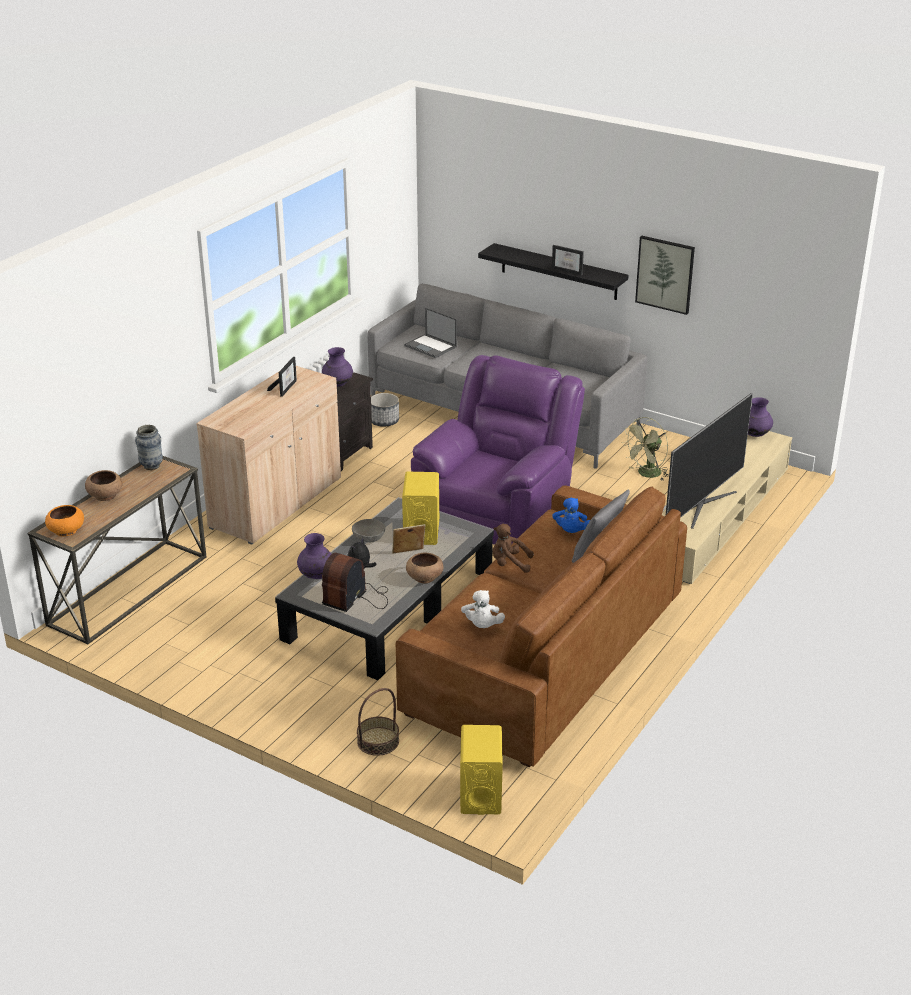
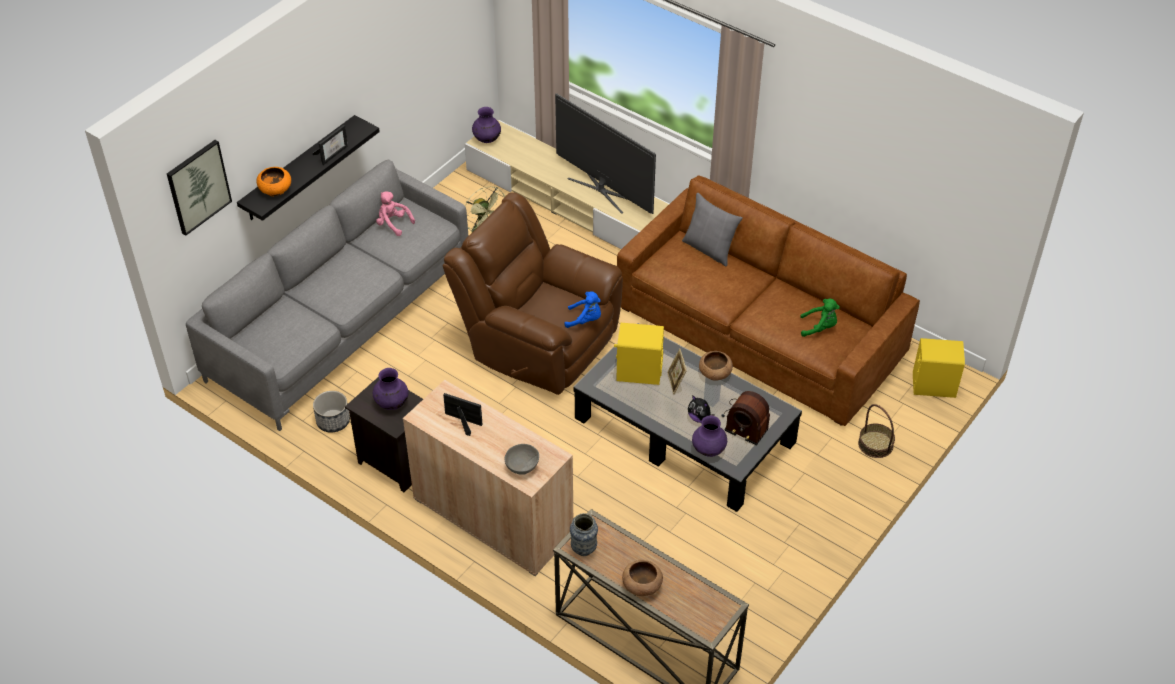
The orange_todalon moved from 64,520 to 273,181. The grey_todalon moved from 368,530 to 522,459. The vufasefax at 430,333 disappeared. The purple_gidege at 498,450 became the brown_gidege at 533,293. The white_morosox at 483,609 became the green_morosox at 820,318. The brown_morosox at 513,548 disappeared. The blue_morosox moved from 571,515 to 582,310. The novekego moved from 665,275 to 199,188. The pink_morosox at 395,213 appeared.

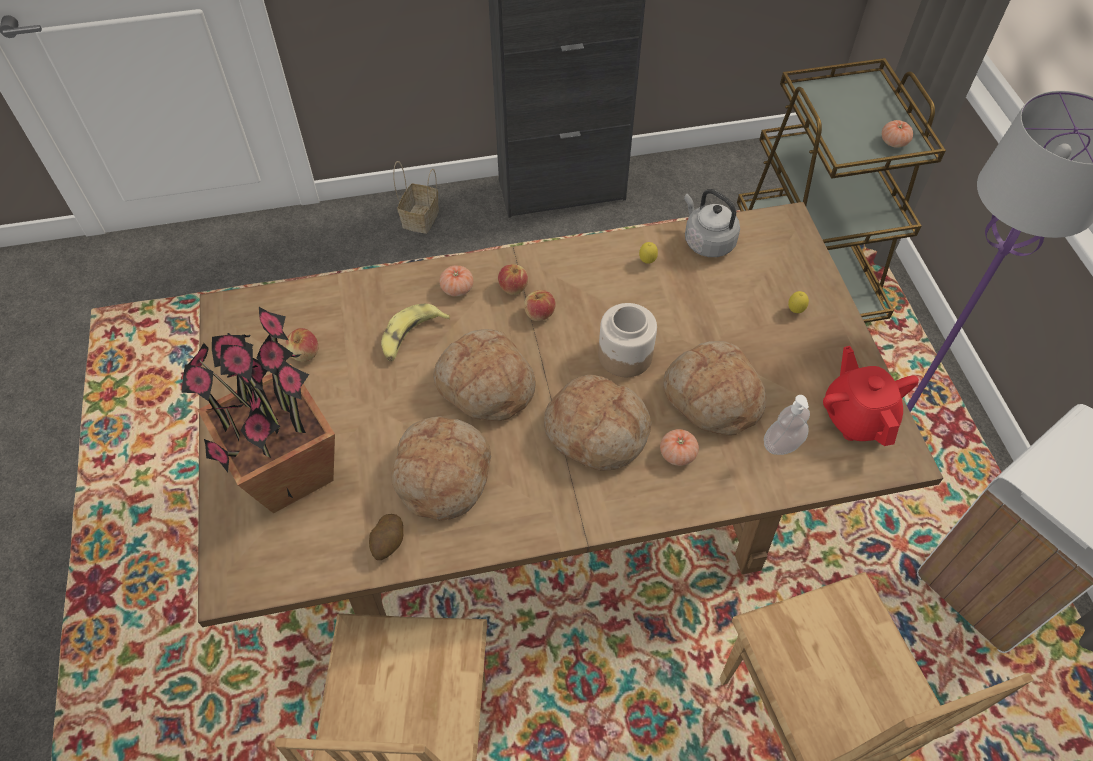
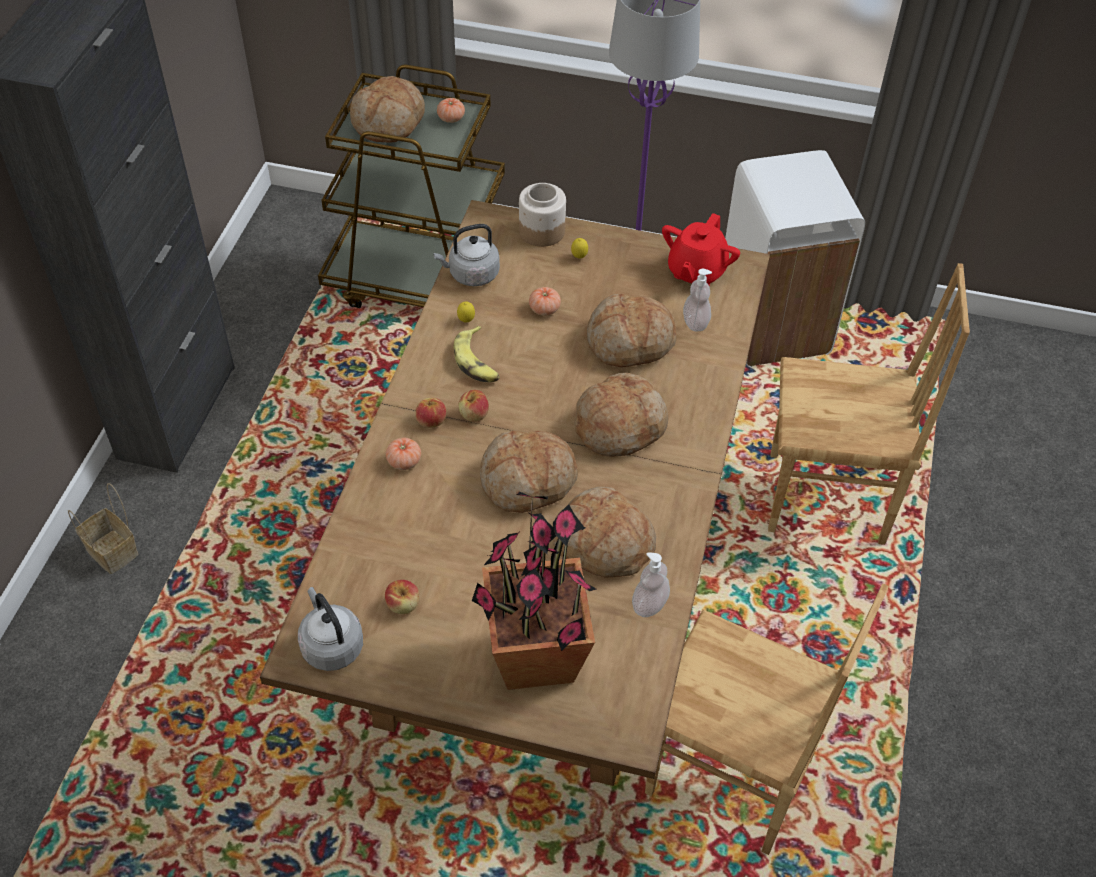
The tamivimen at 386,537 was replaced by the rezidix at 651,584. The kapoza moved from 415,332 to 477,354. The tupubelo moved from 627,340 to 542,215. The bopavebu moved from 679,447 to 545,301. The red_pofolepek at 871,396 turned 75 degrees counterclockwise. The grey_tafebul at 330,629 appeared. The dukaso at 387,109 appeared.

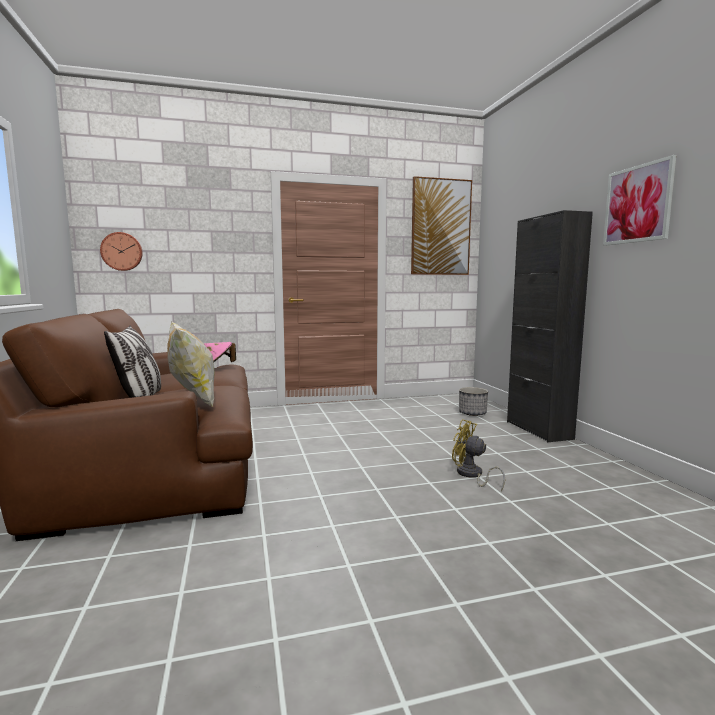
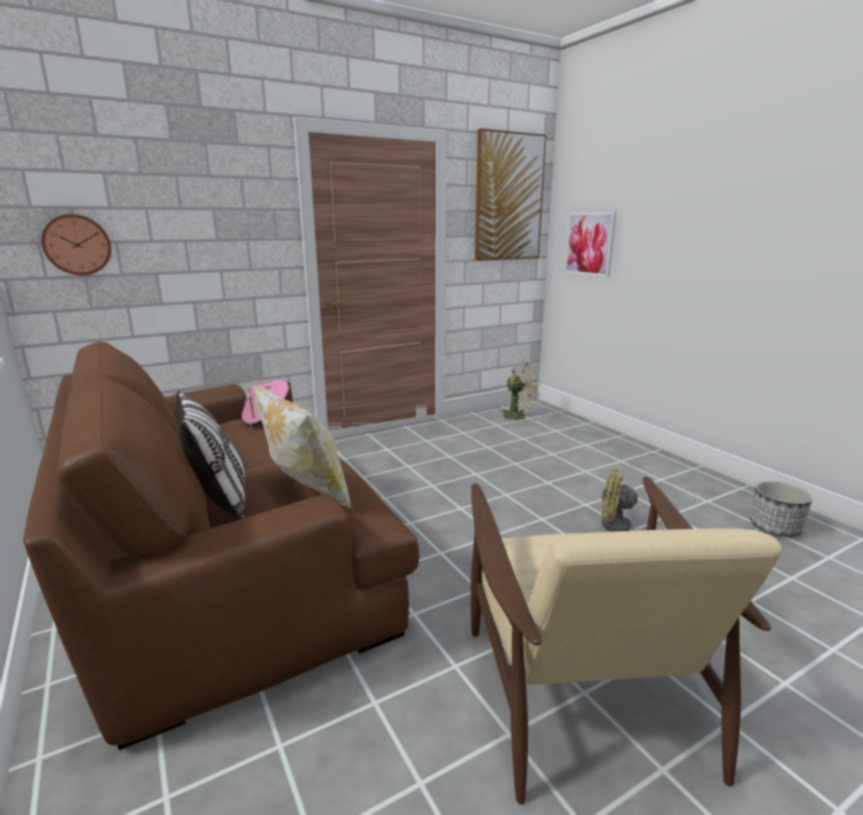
The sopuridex moved from 473,401 to 781,509. The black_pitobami at 550,326 disappeared. The novekego moved from 639,200 to 590,244. The beige_gidege at 626,640 appeared. The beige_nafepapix at 521,391 appeared.

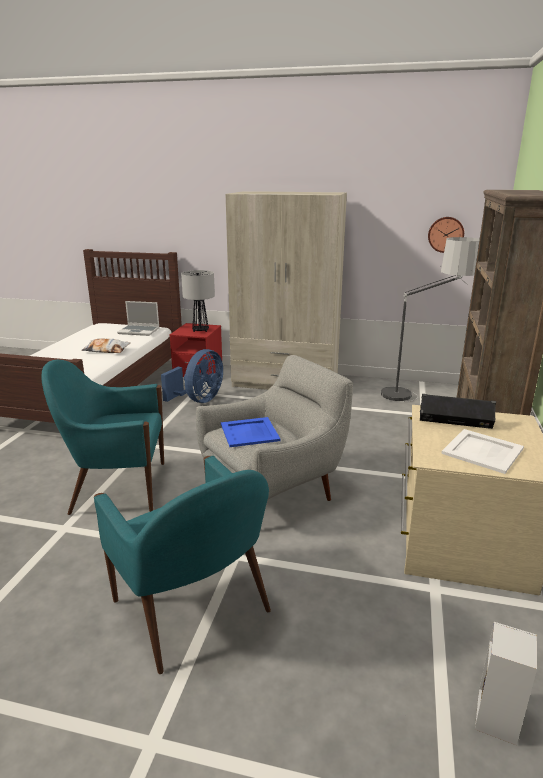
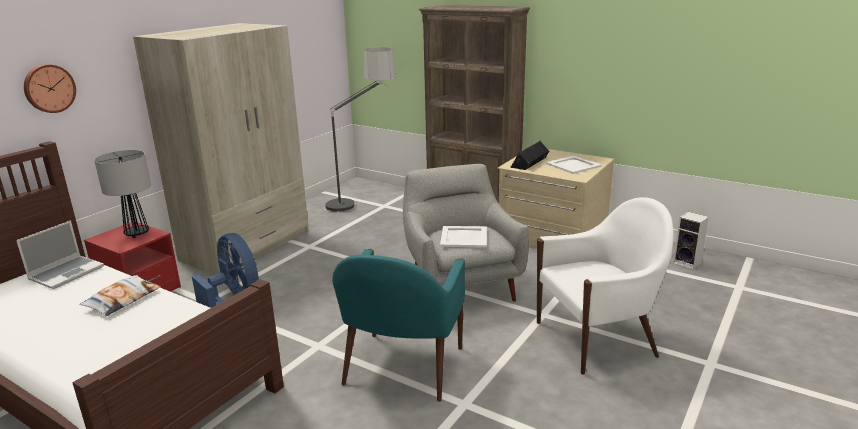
The turquoise_gidege at 182,565 became the white_gidege at 605,285. The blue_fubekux at 251,432 became the white_fubekux at 463,237. The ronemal moved from 446,235 to 50,88.

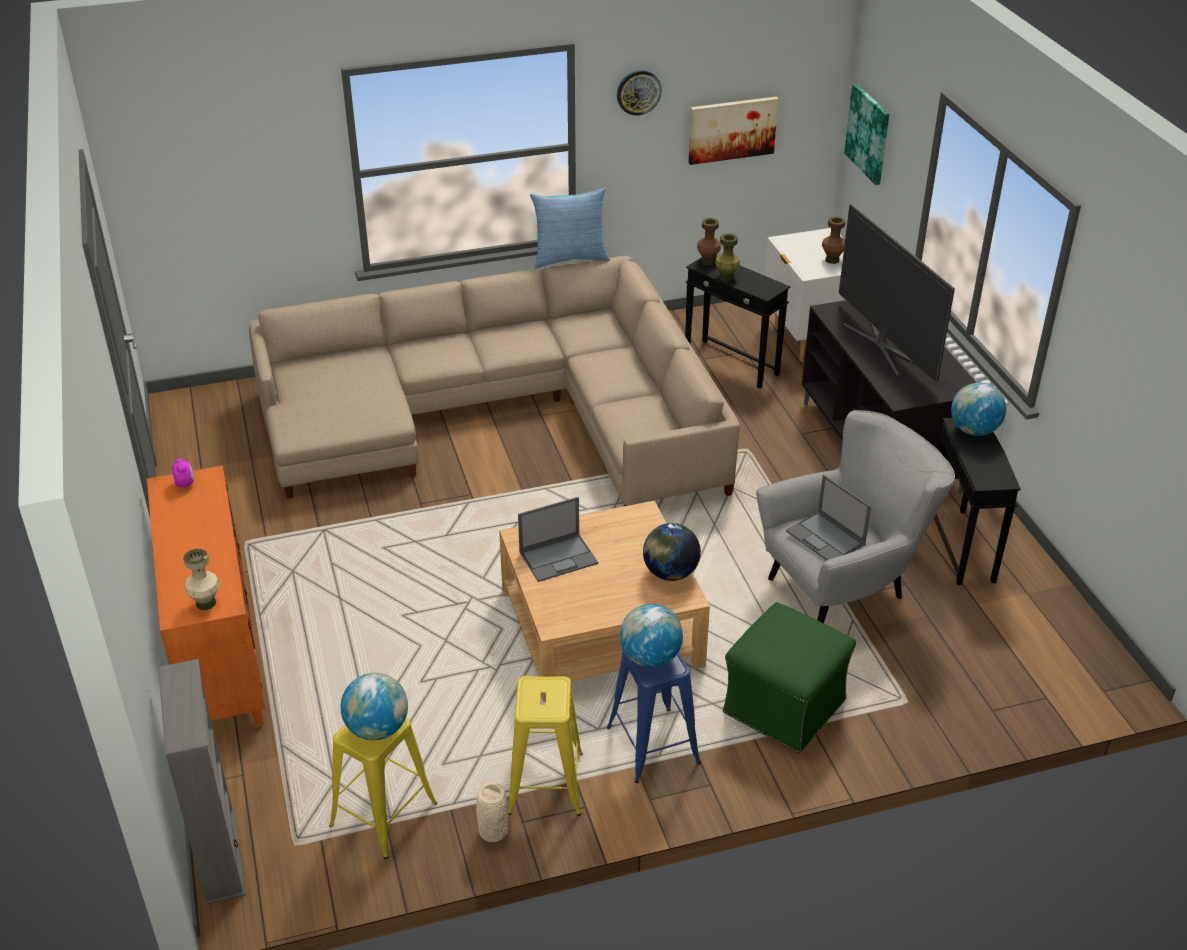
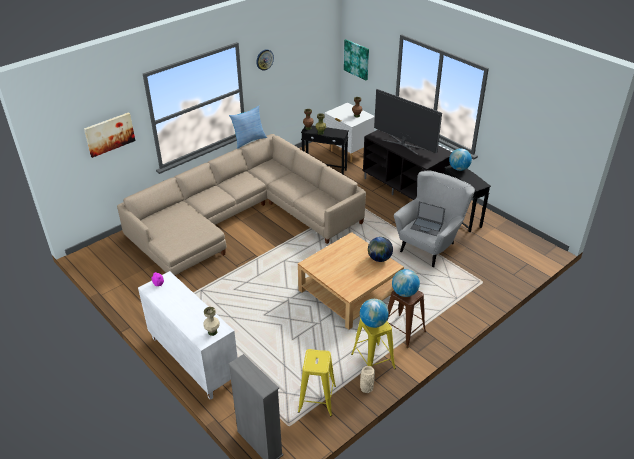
The orange_pitobami at 206,596 became the white_pitobami at 188,335. The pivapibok moved from 374,706 to 374,313. The vufasefax at 558,539 disappeared. The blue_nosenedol at 654,717 became the brown_nosenedol at 406,319. The novekego moved from 733,131 to 109,135. The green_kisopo at 789,677 disappeared.

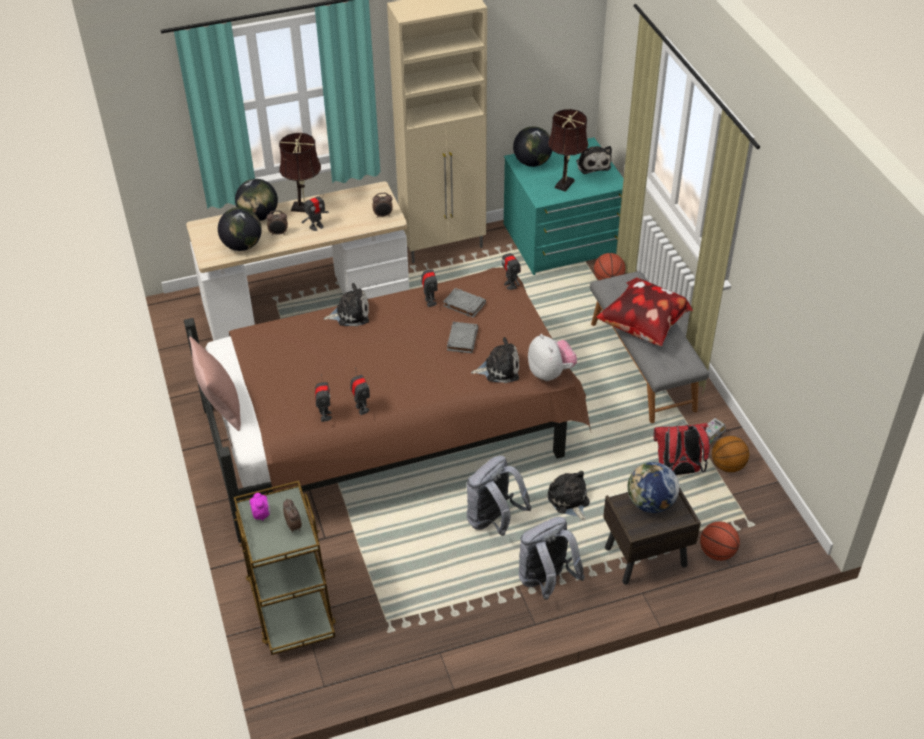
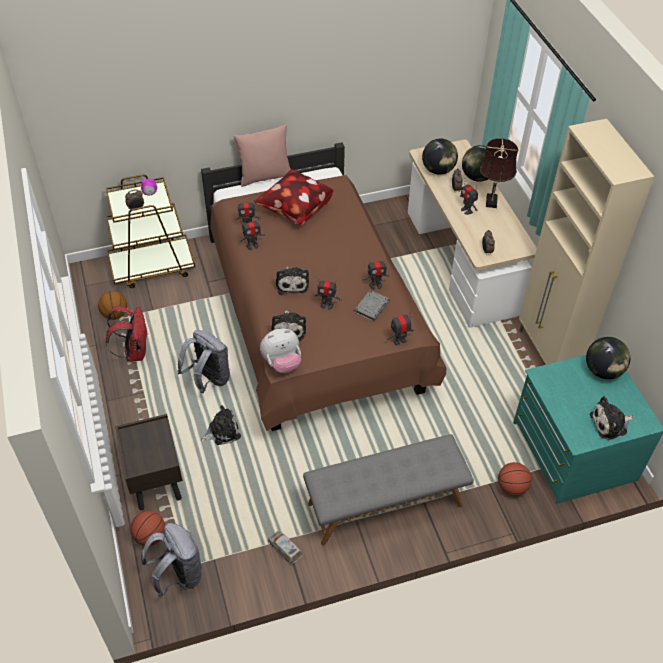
The morosox moved from 346,304 to 292,280. The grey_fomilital at 462,337 was replaced by the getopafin at 327,293. The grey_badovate moved from 552,558 to 172,560. The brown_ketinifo at 568,150 disappeared. The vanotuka moved from 644,311 to 293,197. The pivapibok at 653,487 disappeared. The red_badovate moved from 682,449 to 126,334. The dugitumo moved from 730,454 to 112,305.

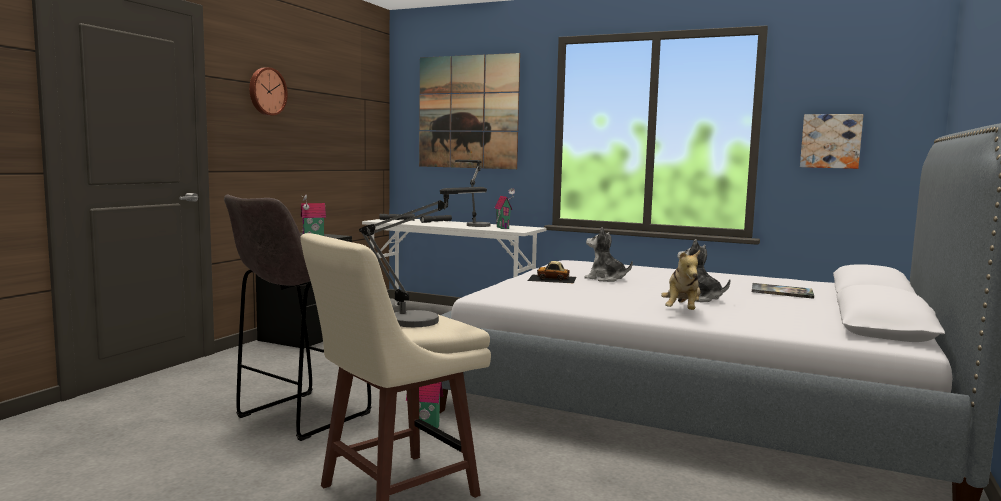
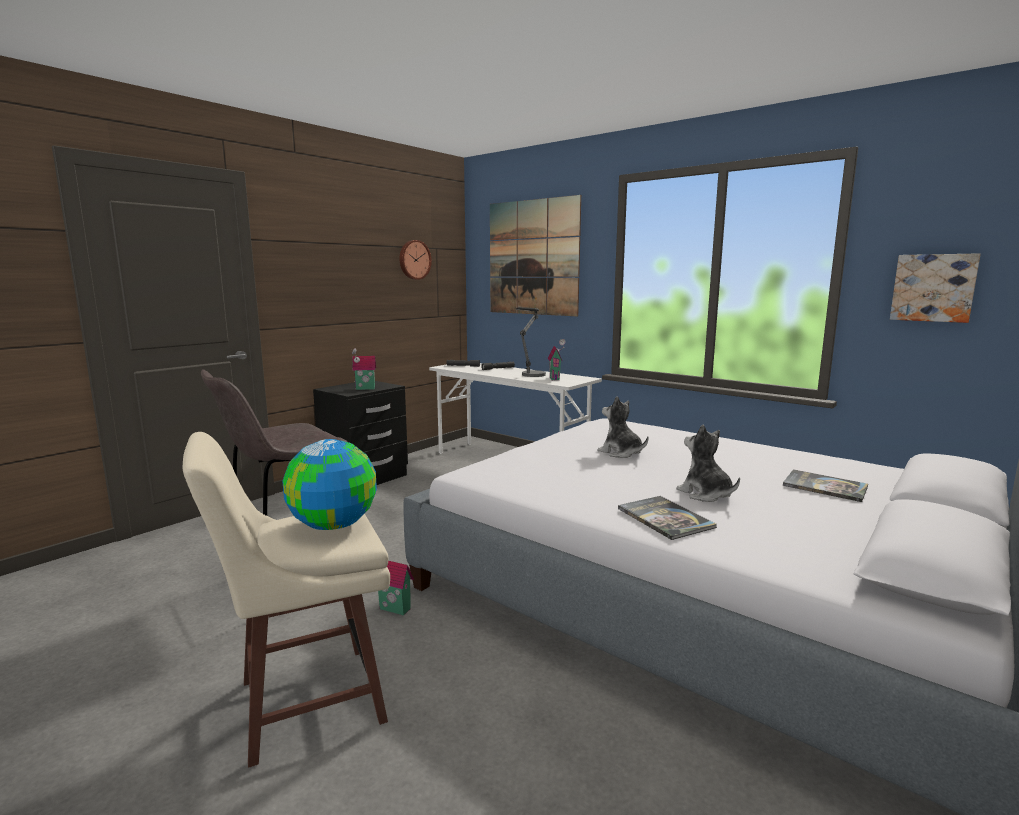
The ronemal moved from 268,91 to 416,260. The ketinifo at 423,257 was replaced by the pivapibok at 329,484. The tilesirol at 551,272 disappeared. The morosox at 680,280 was replaced by the fomilital at 667,518.

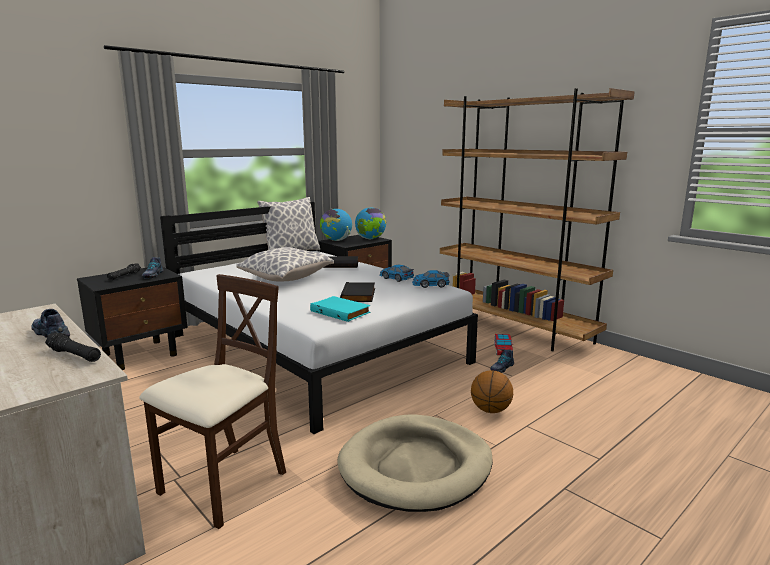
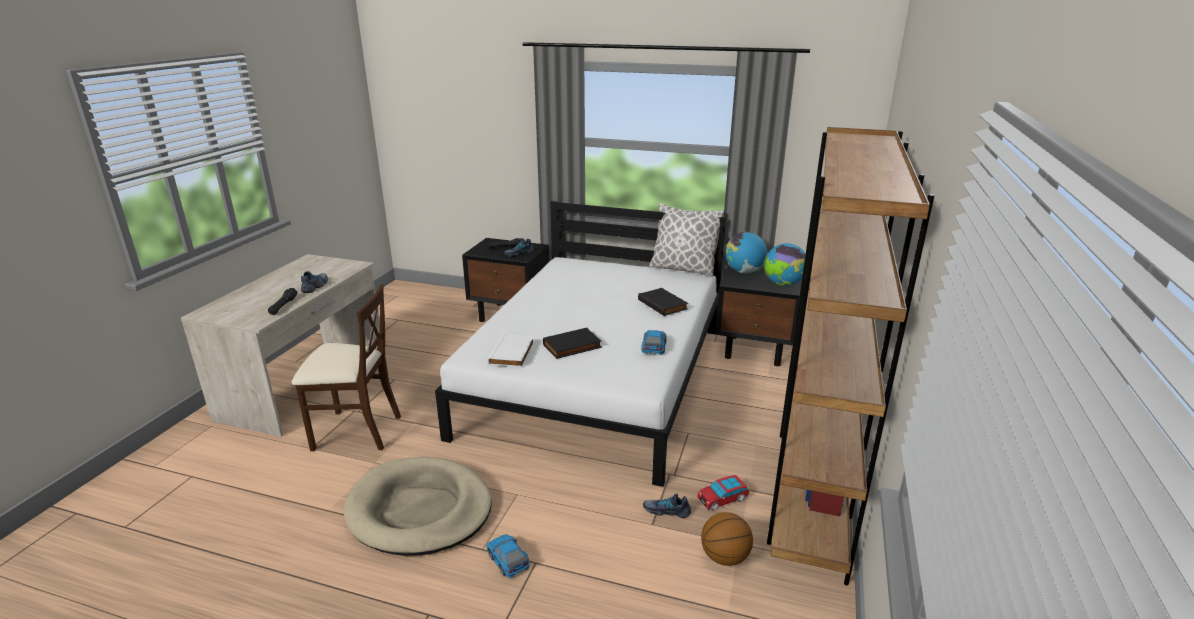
The vanotuka at 285,264 disappeared. The turquoise_fomilital at 340,309 became the white_fomilital at 511,350. The tilesirol moved from 431,279 to 508,556. The dugitumo moved from 492,391 to 727,539.

